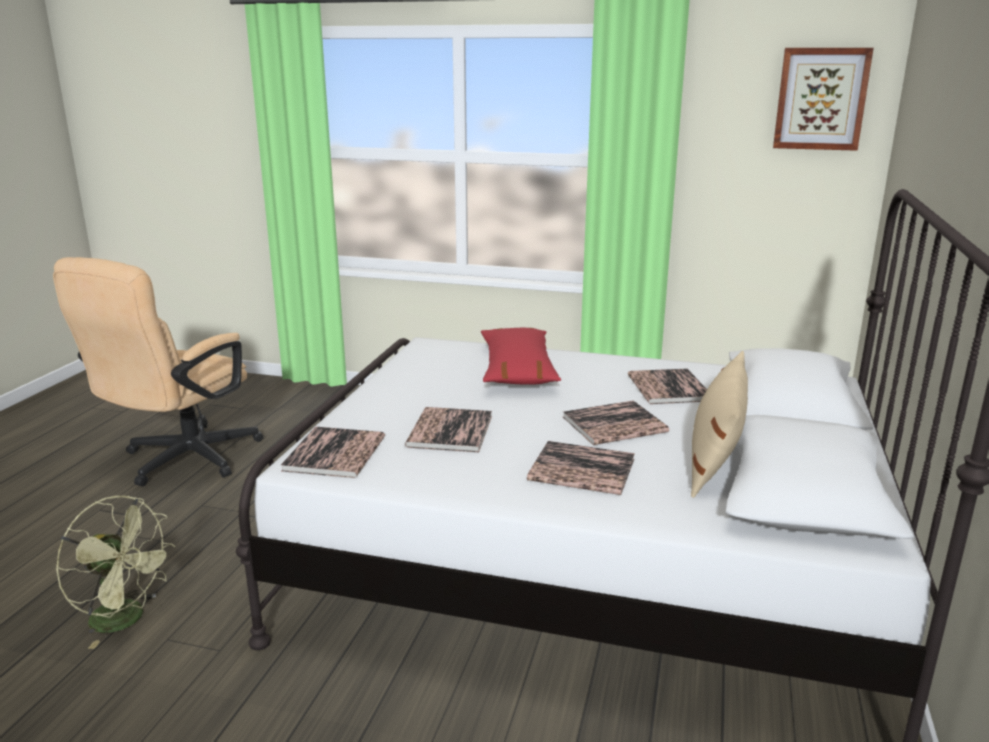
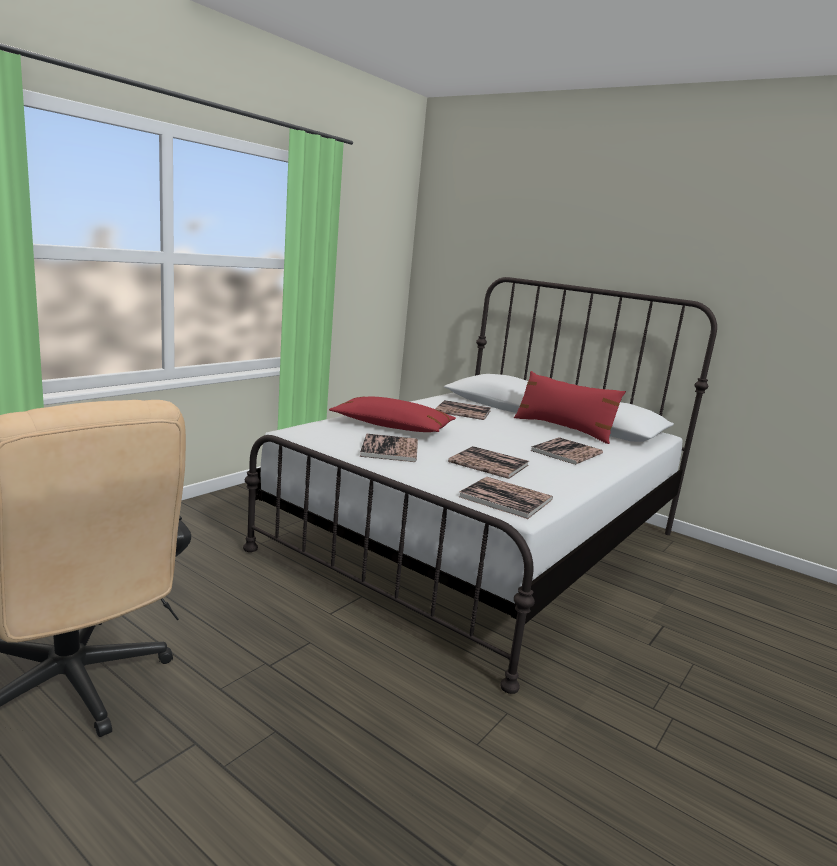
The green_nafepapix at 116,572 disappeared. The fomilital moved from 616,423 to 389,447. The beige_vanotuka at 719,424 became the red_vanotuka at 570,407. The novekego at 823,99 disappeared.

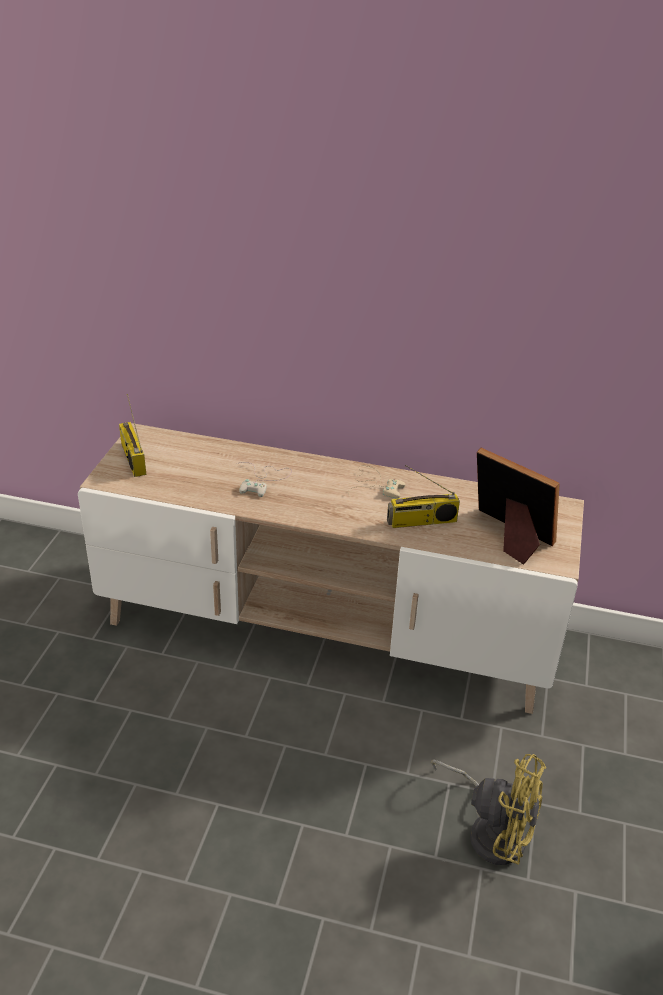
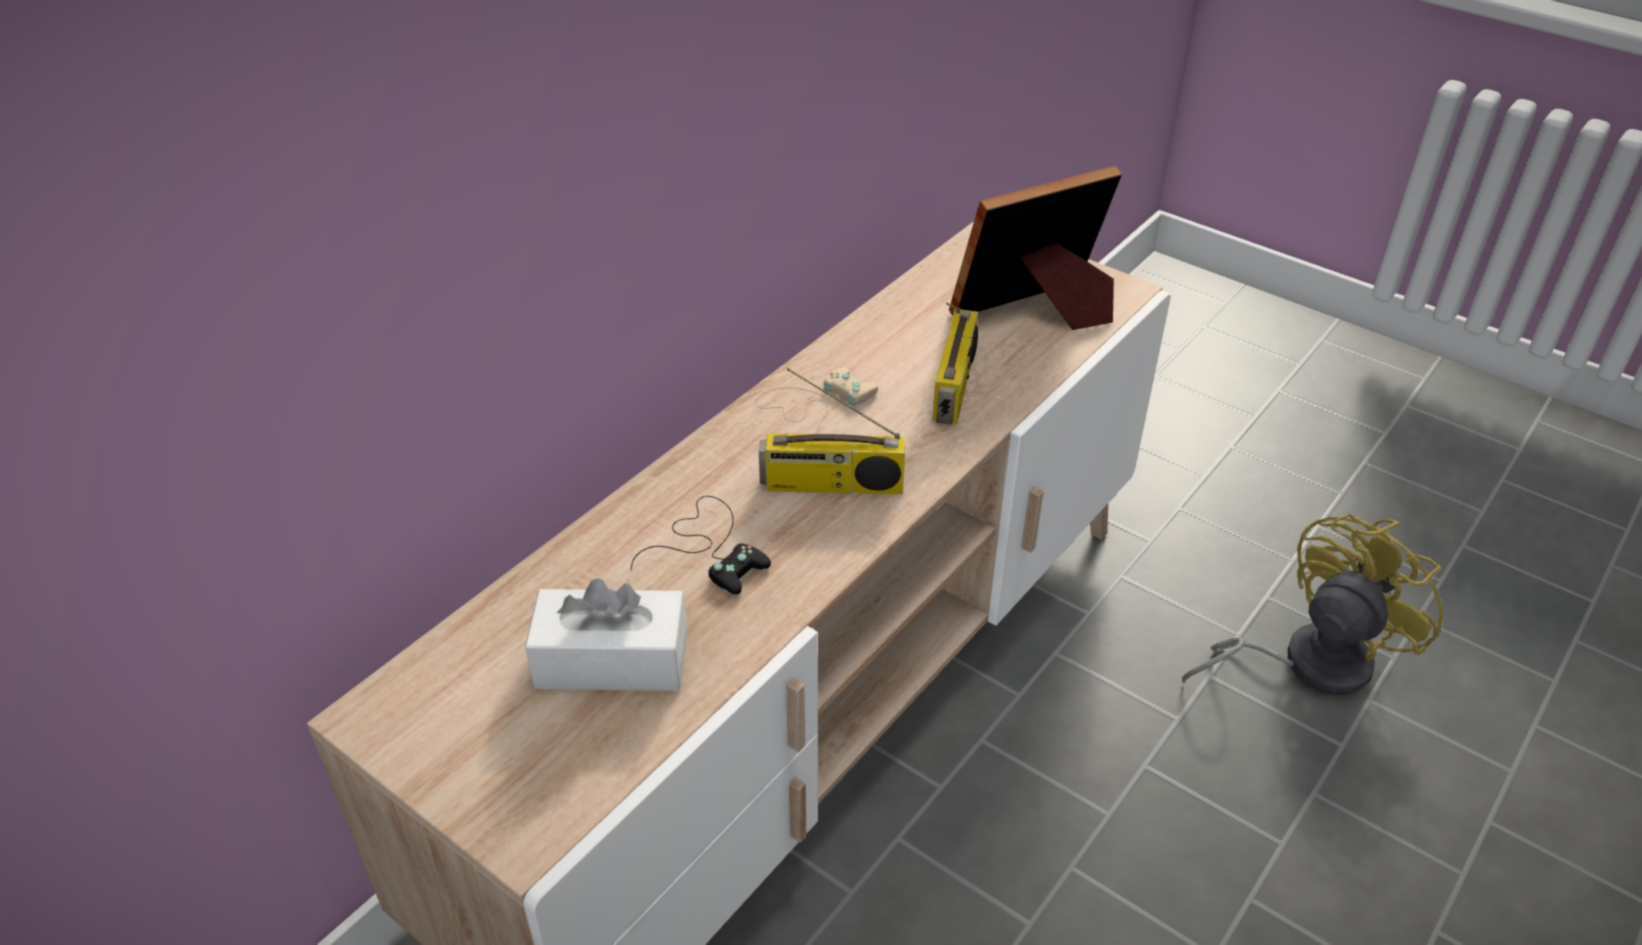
The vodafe moved from 132,435 to 832,431. The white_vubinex at 265,479 became the black_vubinex at 701,545. The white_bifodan at 606,634 appeared.

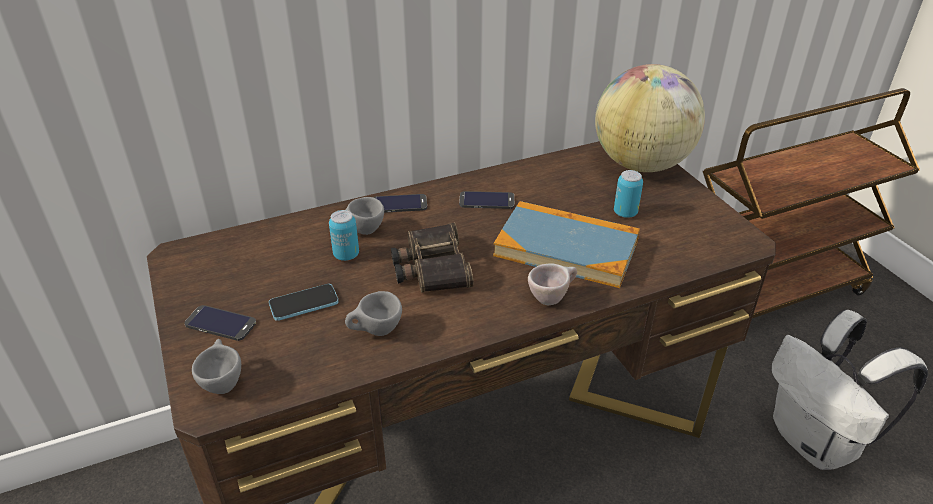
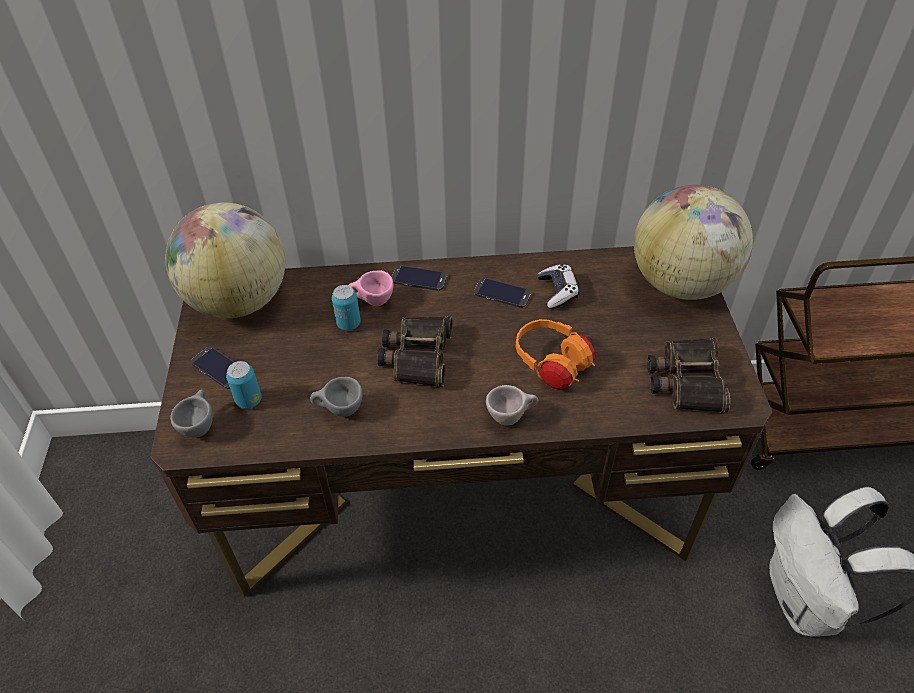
The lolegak at 304,302 disappeared. The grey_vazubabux at 364,216 became the pink_vazubabux at 371,288. The fomilital at 566,244 was replaced by the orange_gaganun at 555,354. The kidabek moved from 628,194 to 243,385. The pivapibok at 225,260 appeared. The vubinex at 558,286 appeared. The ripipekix at 689,375 appeared.

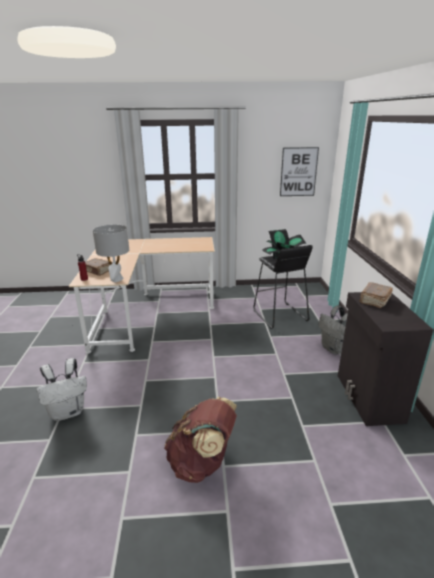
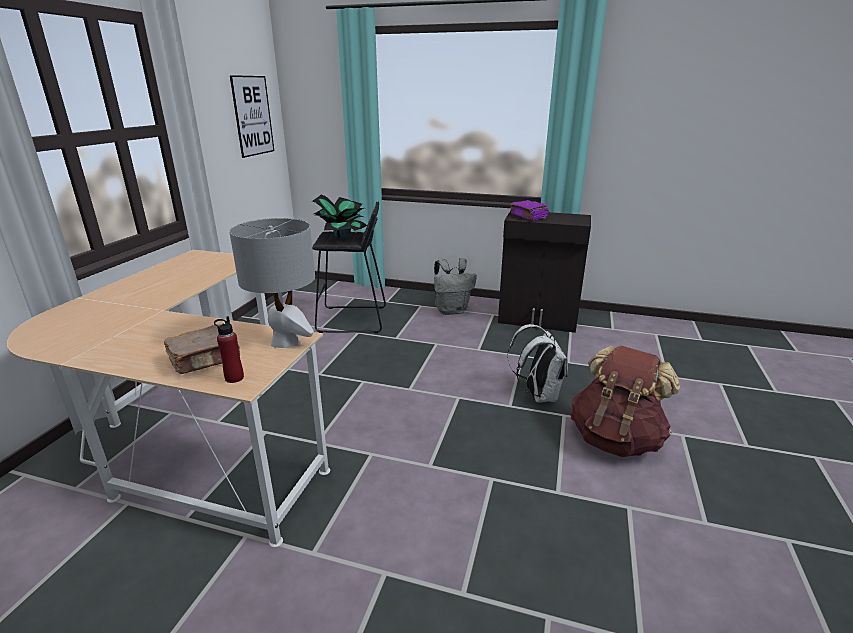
The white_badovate moved from 61,389 to 537,363. The brown_fomilital at 376,295 became the purple_fomilital at 529,210.

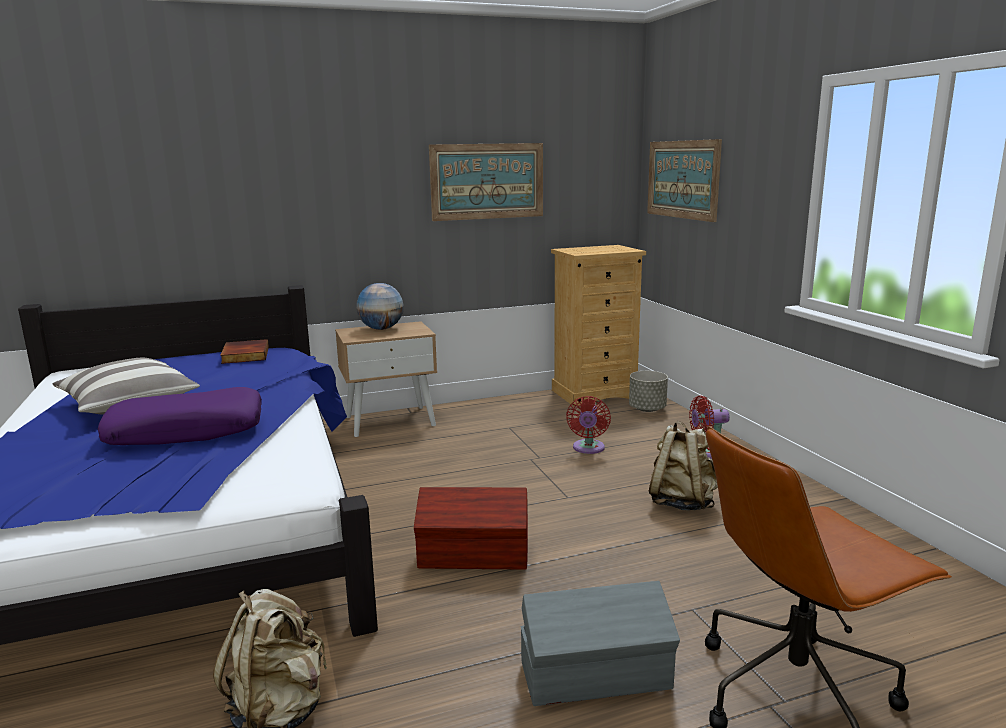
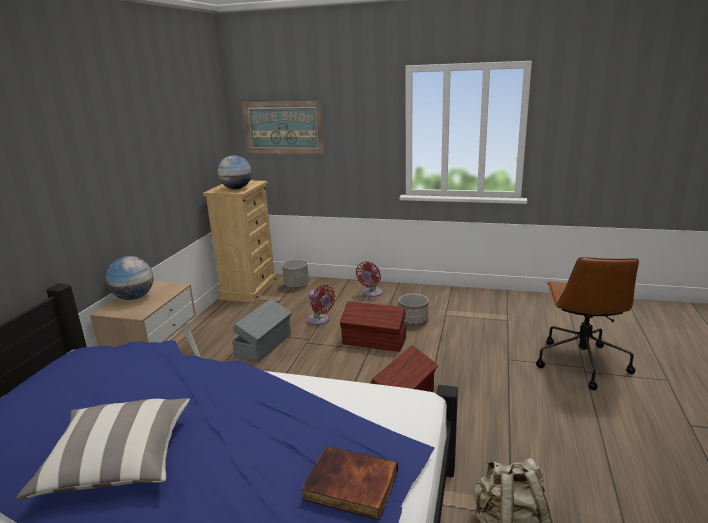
The purple_vanotuka at 180,416 disappeared. The fomilital moved from 244,351 to 349,483. The novekego at 486,182 disappeared. The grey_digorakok moved from 600,643 to 262,331. The beige_badovate at 683,466 was replaced by the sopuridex at 414,310. The pivapibok at 234,172 appeared. The brown_digorakok at 373,326 appeared.

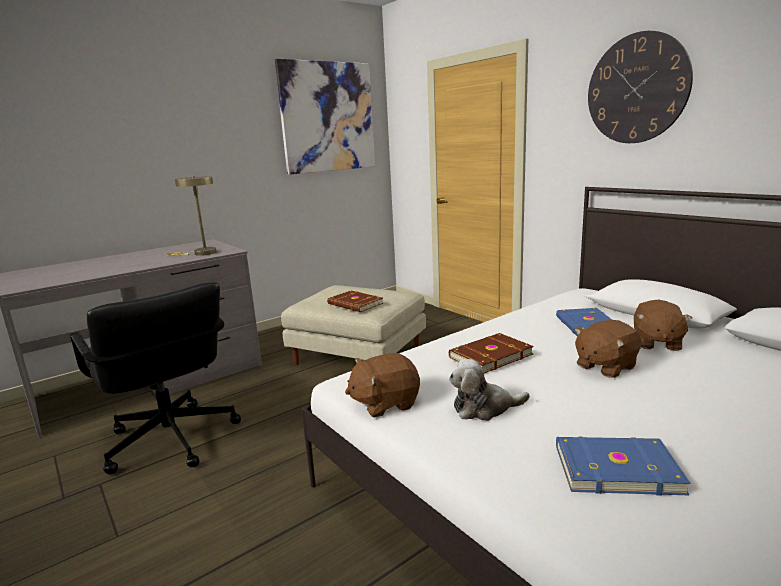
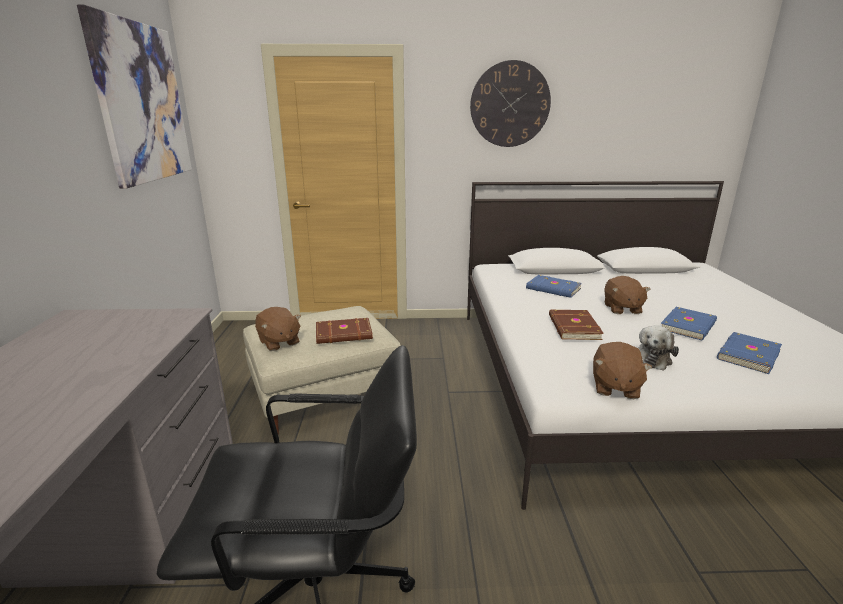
The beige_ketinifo at 192,216 disappeared. The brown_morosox moved from 663,325 to 278,329. The blue_fomilital at 689,323 appeared.

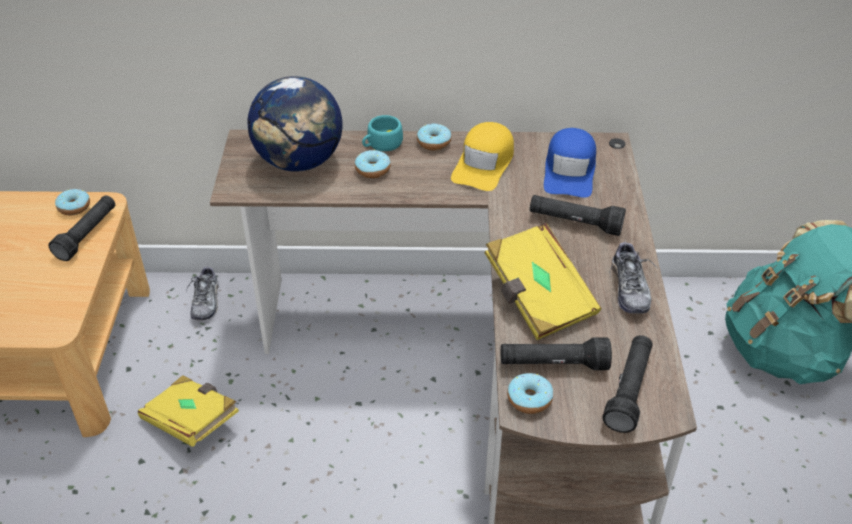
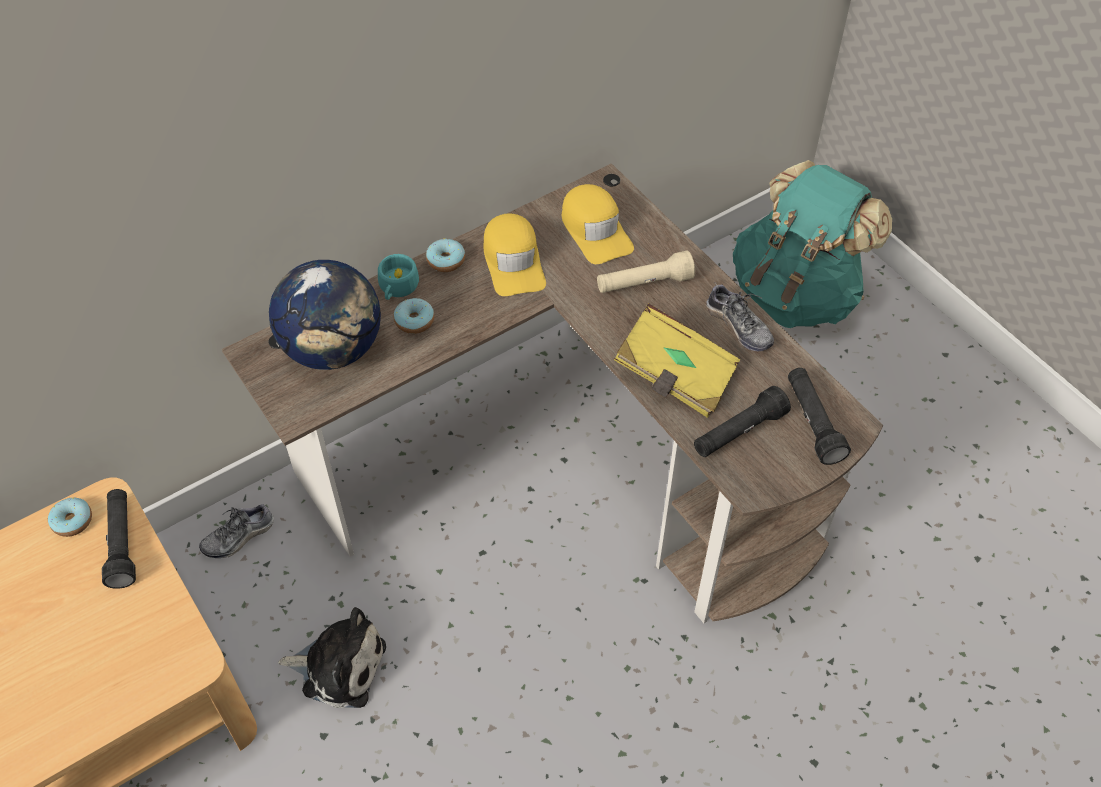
The yellow_fomilital at 188,411 was replaced by the morosox at 332,657. The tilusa at 203,292 turned 90 degrees clockwise. The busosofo at 530,393 disappeared. The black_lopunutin at 578,215 became the beige_lopunutin at 646,272. The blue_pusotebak at 570,163 became the yellow_pusotebak at 598,224.

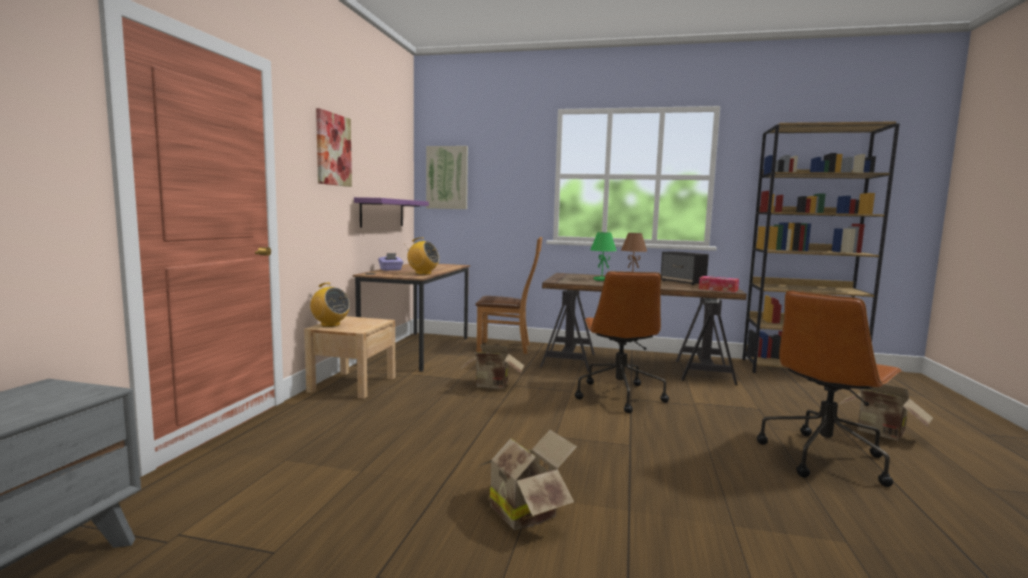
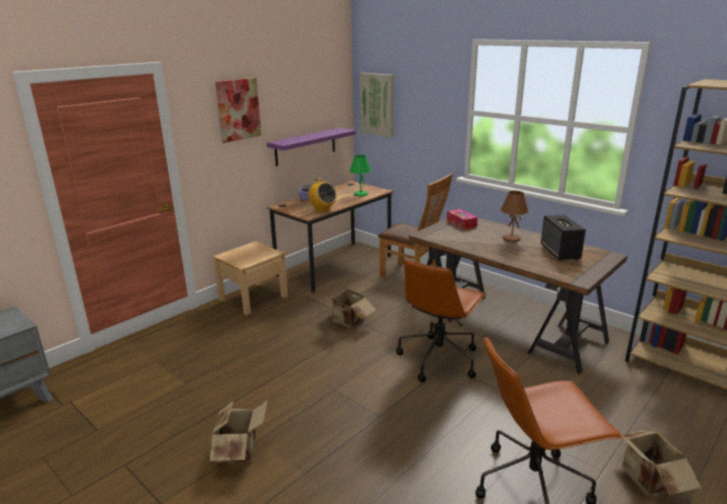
The vodafe at 329,304 disappeared. The green_ketinifo moved from 603,256 to 360,175. The bifodan moved from 719,284 to 462,219.

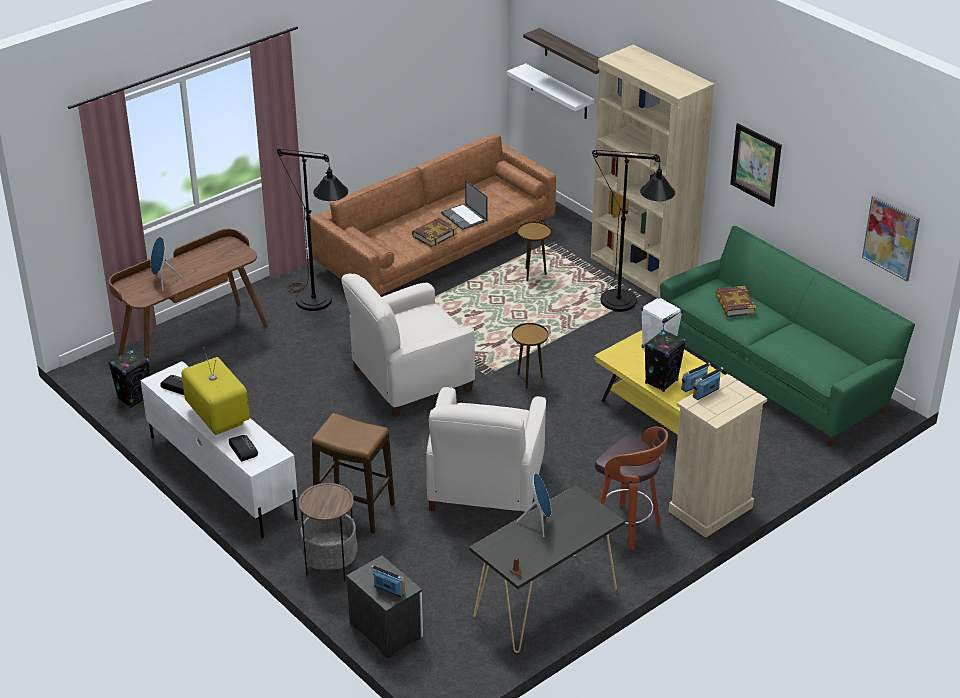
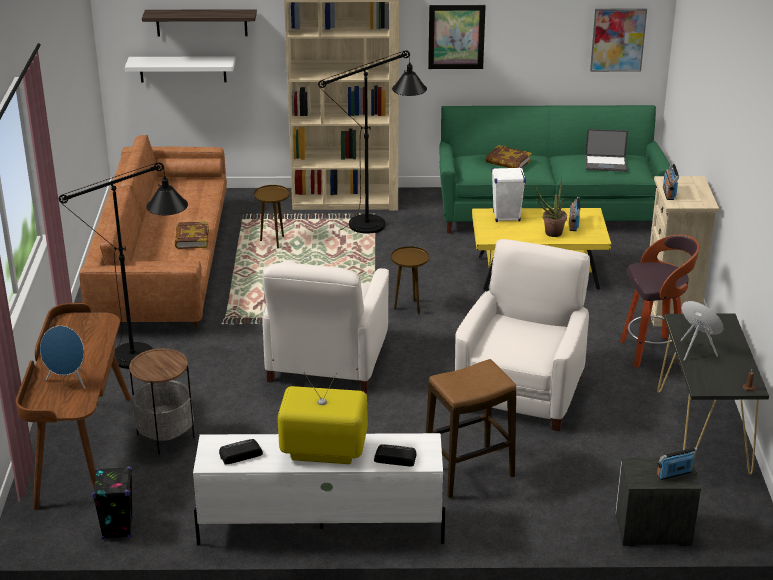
The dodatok moved from 328,532 to 162,402. The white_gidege at 486,451 turned 120 degrees counterclockwise. The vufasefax moved from 464,205 to 606,150. The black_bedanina at 665,360 was replaced by the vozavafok at 550,207.

